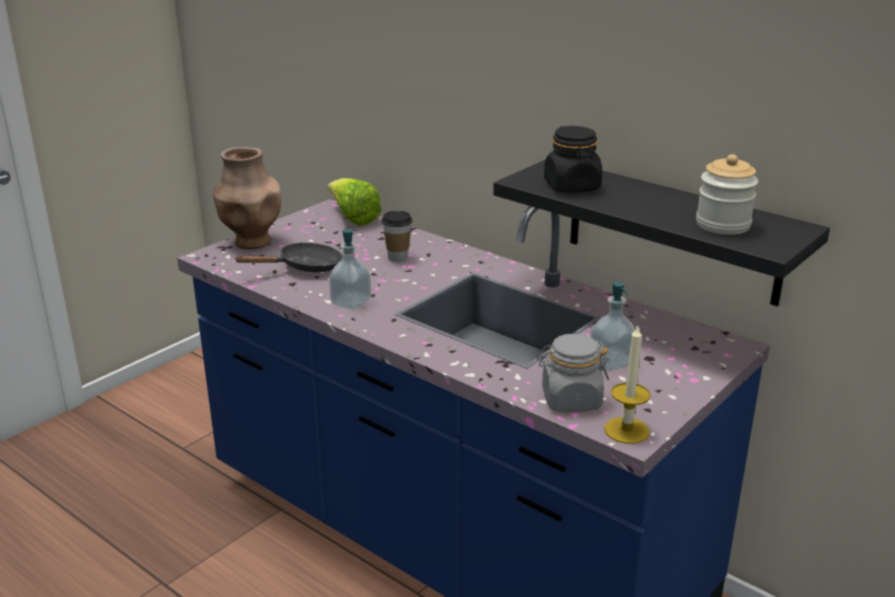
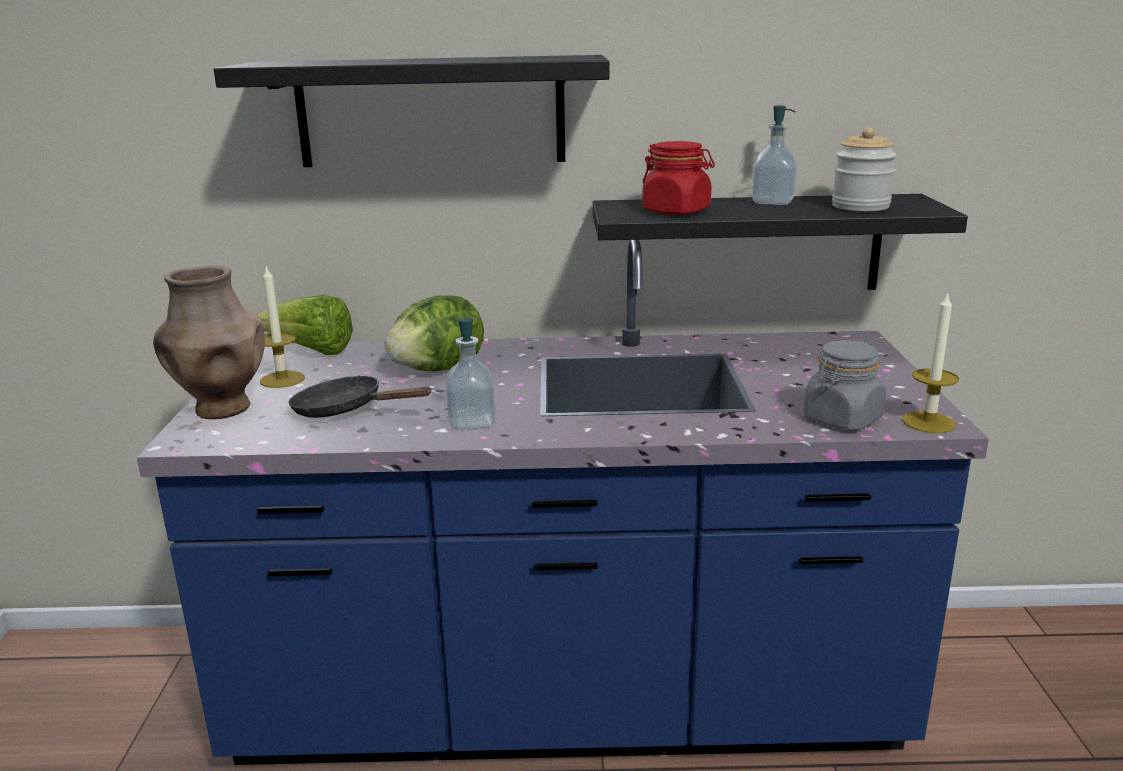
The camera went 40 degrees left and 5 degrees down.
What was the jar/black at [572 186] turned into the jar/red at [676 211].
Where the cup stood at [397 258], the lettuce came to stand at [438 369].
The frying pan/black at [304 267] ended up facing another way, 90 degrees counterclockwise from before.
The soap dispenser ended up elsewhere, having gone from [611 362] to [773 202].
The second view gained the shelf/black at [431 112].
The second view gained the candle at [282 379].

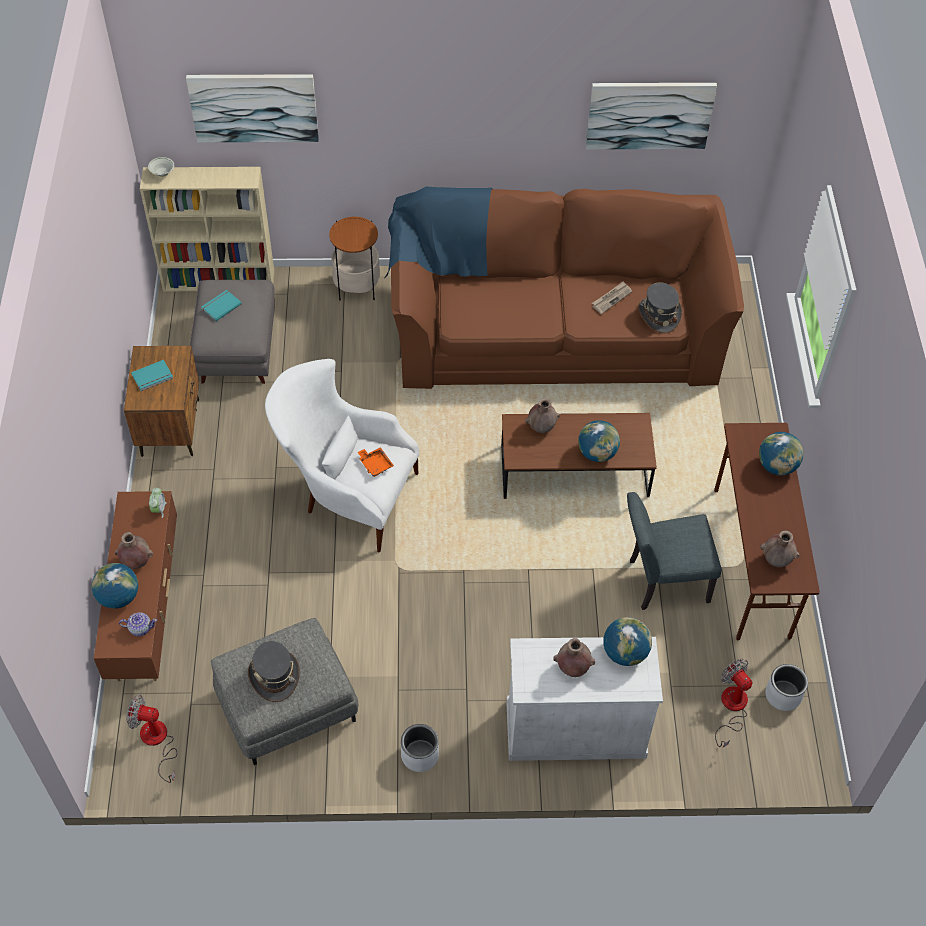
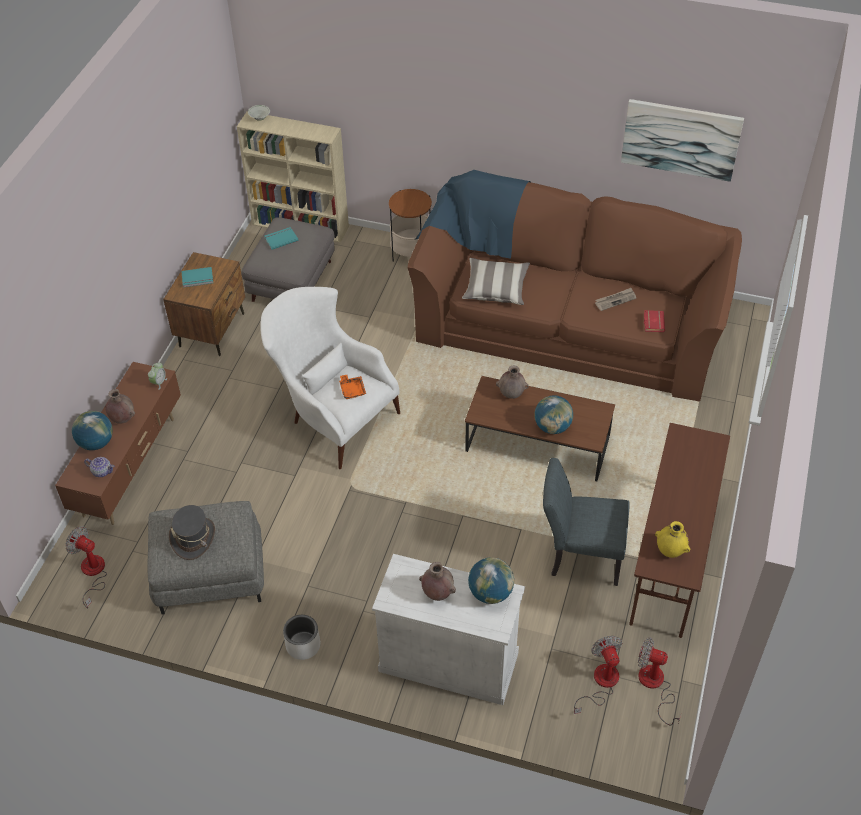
The camera went 20 degrees right and 5 degrees down.
The second view lost the picture at [254 107].
Where the hat/grey stood at [659 315], the book/red came to stand at [653 322].
The second view lost the globe at [777 466].
What was the vase/brown at [776 560] turned into the vase/yellow at [670 551].
Where the planter/white stood at [783 695], the fan came to stand at [654 685].
The second view gained the pillow at [495 289].

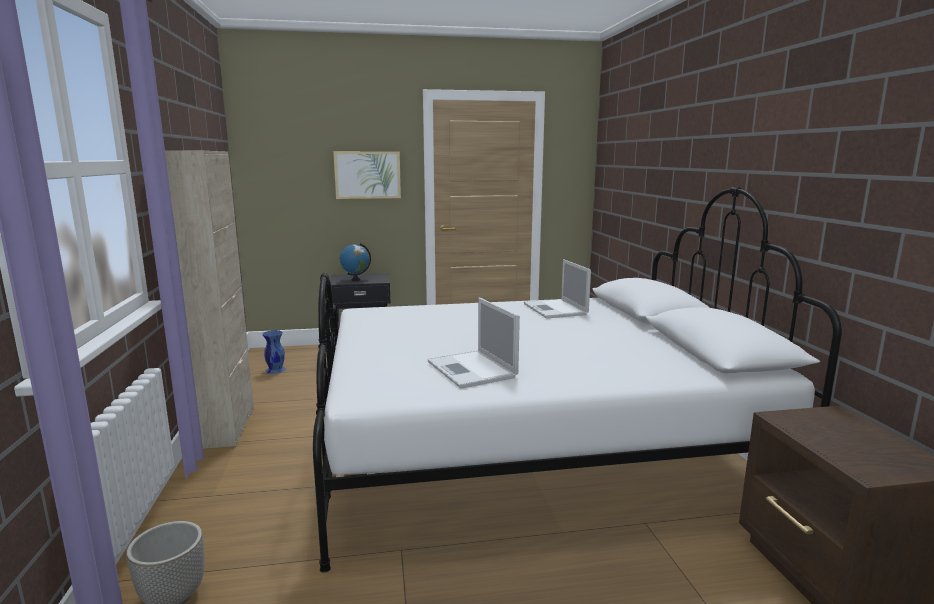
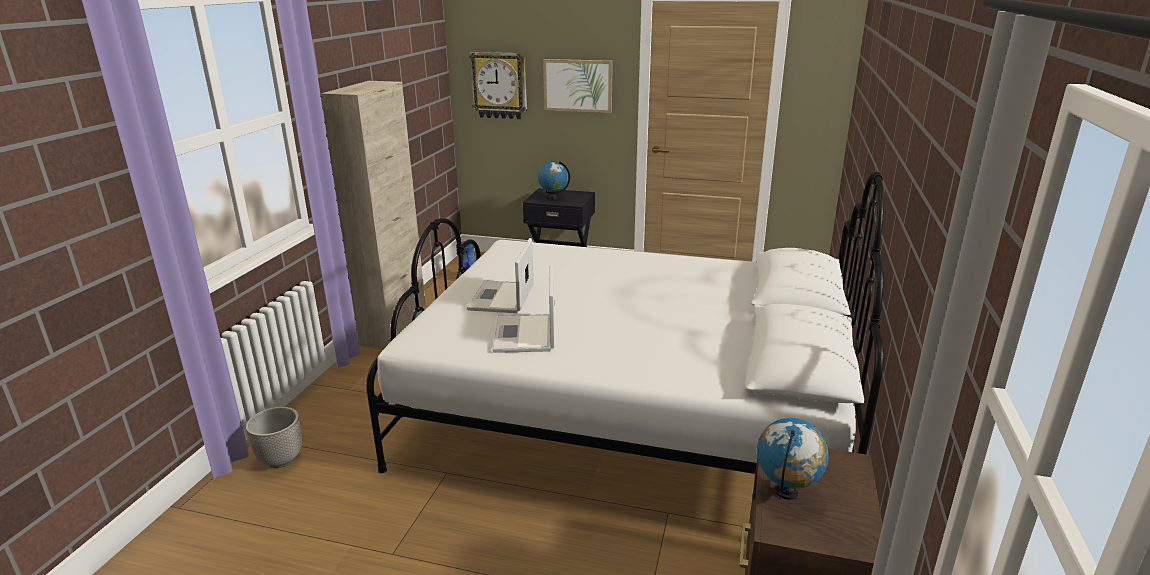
The camera went 25 degrees right and 10 degrees up.
The laptop ended up elsewhere, having gone from [556 309] to [501 298].
The second view gained the wall clock at [500 85].
The second view gained the globe at [786 493].

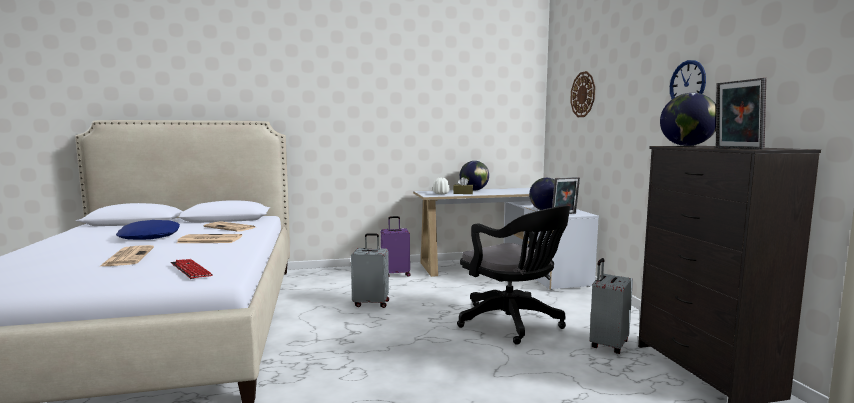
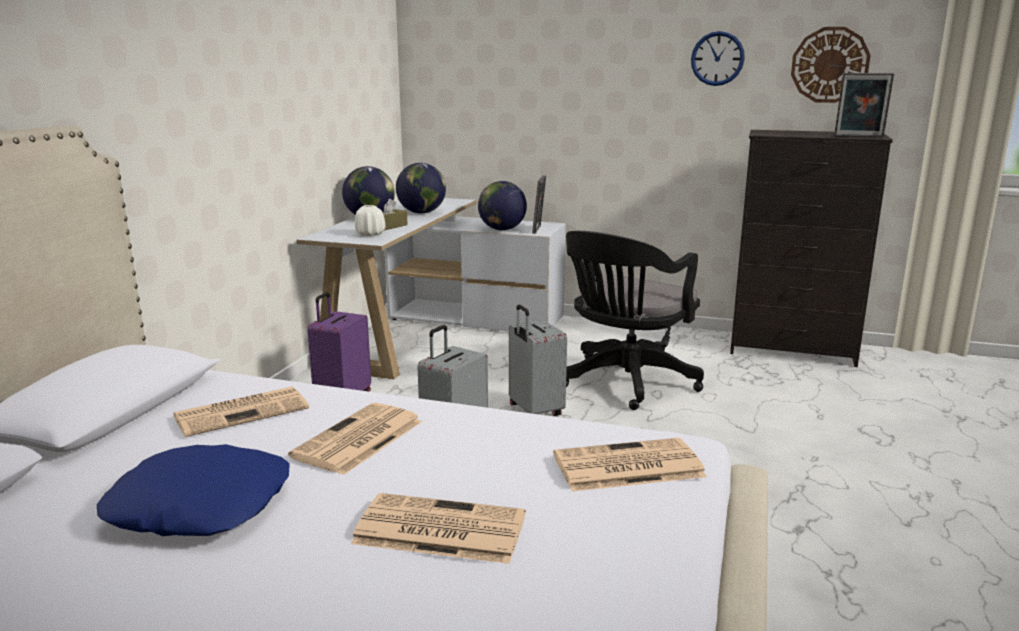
The camera went 60 degrees left and 10 degrees up.
The wall clock ended up elsewhere, having gone from [583 94] to [829 65].
The globe ended up elsewhere, having gone from [686 146] to [421 213].
The office chair/black at [513 323] ended up facing another way, 135 degrees clockwise from before.
The suitcase/grey ended up elsewhere, having gone from [608 345] to [534 411].
Where the keyboard stood at [191 270], the newspaper came to stand at [626 467].

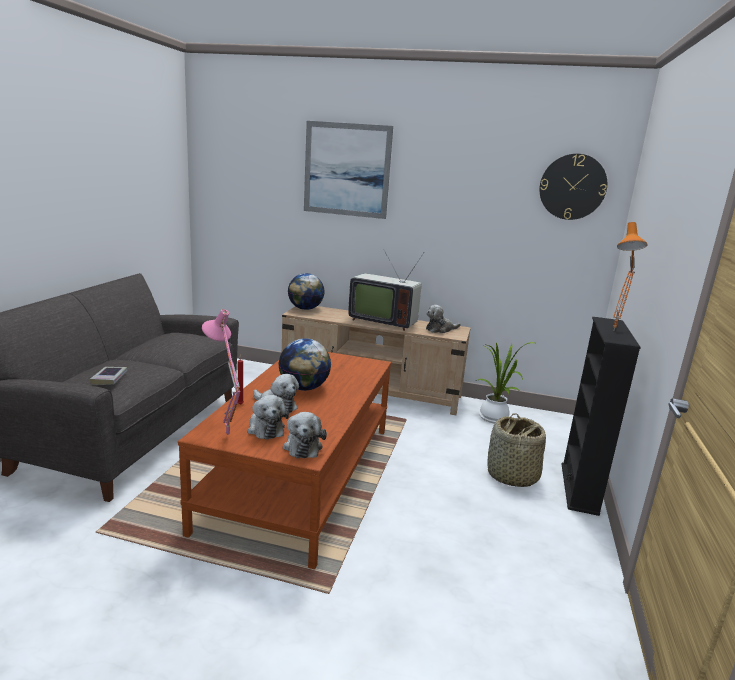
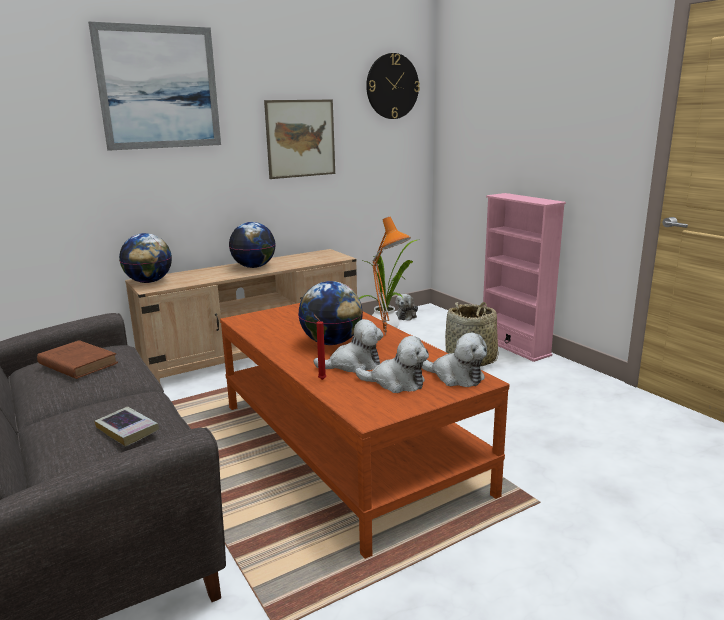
The camera went 45 degrees left and 0 degrees up.
The table lamp/orange ended up elsewhere, having gone from [616 331] to [387 334].
Where the television stood at [383 321], the globe came to stand at [254 267].
The plush toy ended up elsewhere, having gone from [440 329] to [406 316].
The second view lost the table lamp/pink at [225 437].
What was the bookcase/black at [579 488] turned into the bookcase/pink at [514 346].
The second view gained the picture at [300 138].
The second view gained the book/brown at [77 363].

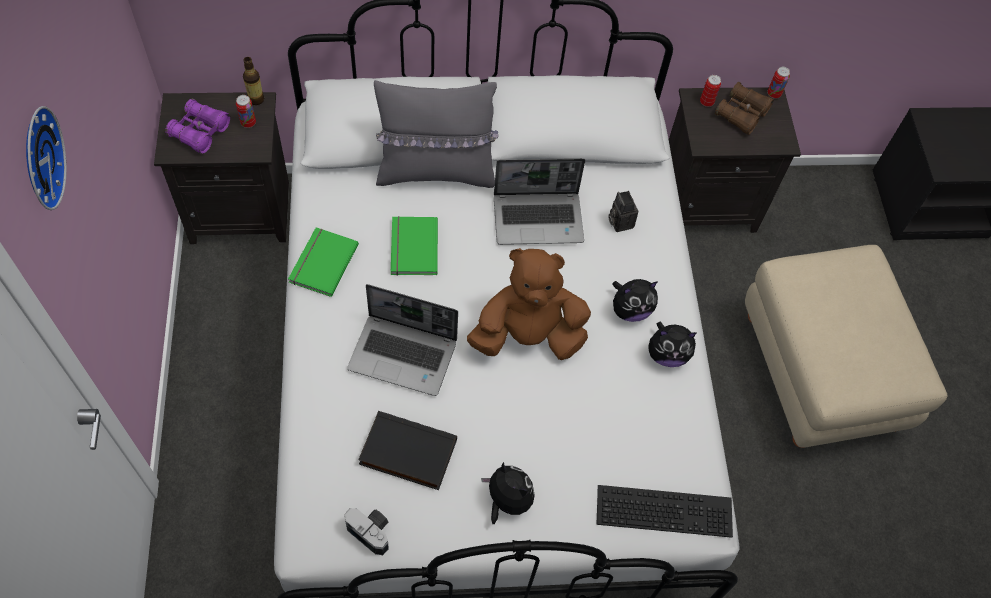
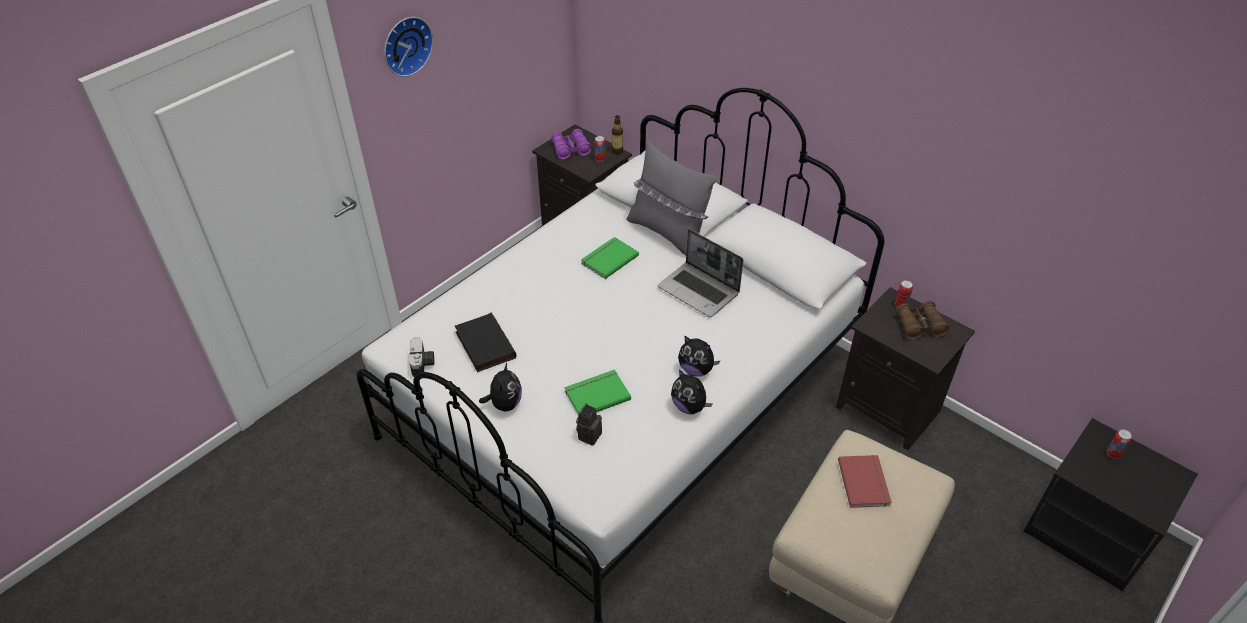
The camera went 50 degrees right and 15 degrees down.
The can ended up elsewhere, having gone from [774 94] to [1113 454].
The photo camera ended up elsewhere, having gone from [619 221] to [589 435].
The book/green ended up elsewhere, having gone from [321 263] to [596 394].
The second view lost the plush toy/brown at [528 336].
The second view lost the laptop at [404 355].
The second view lost the keyboard at [665 508].
The second view gained the book/red at [865 482].

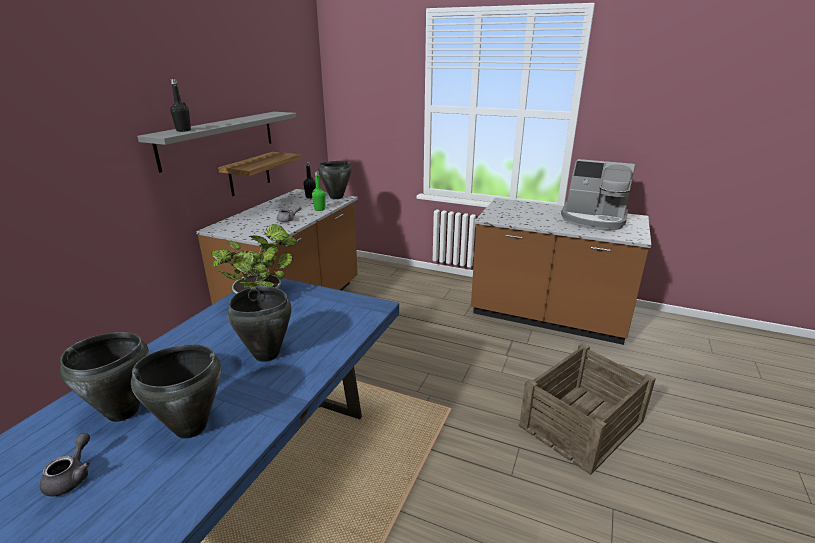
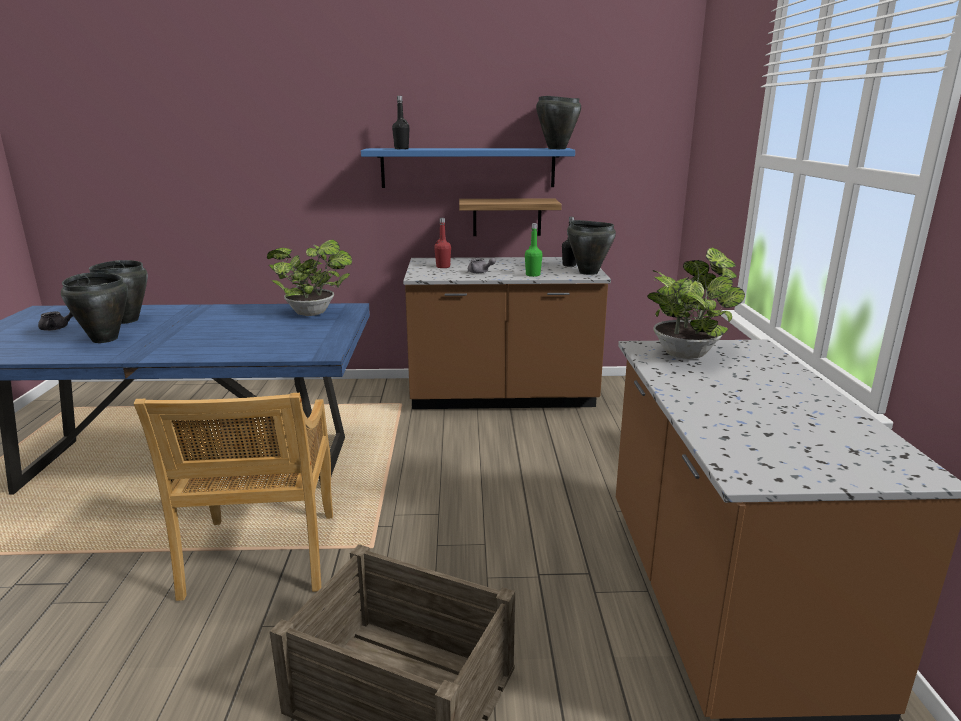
The camera went 65 degrees right and 5 degrees down.
What was the shelf/grey at [219 139] turned into the shelf/blue at [468 168].
The second view lost the coffee machine at [593 219].
The cooking pot/black ended up elsewhere, having gone from [266 355] to [556 148].
The second view gained the bottle/red at [443 267].
The second view gained the potted plant at [687 353].
The second view gained the chair/beige at [262 557].

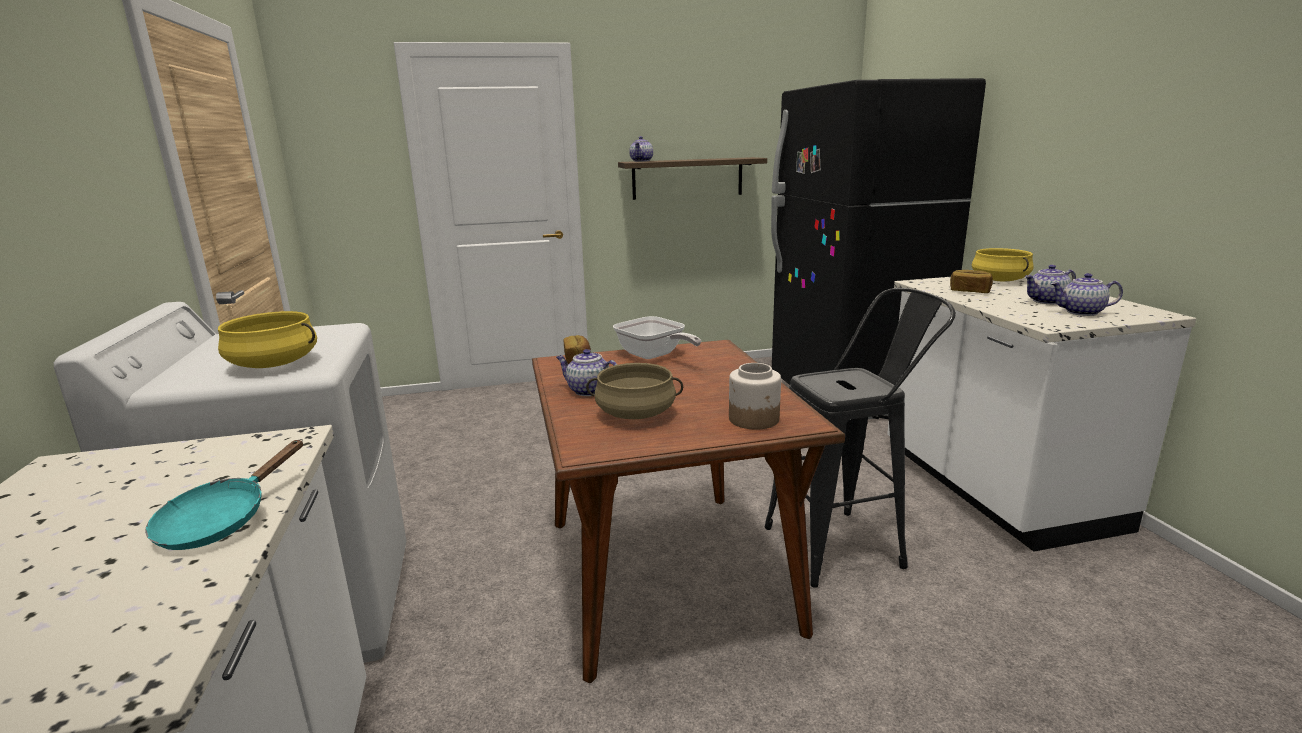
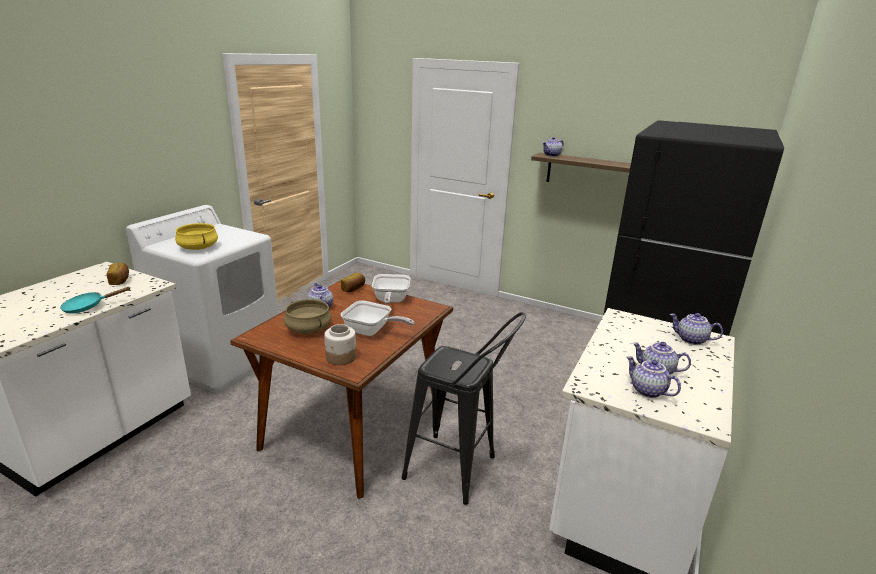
The camera went 40 degrees right and 5 degrees up.
Where the cooking pot/yellow stood at [1000 280], the teapot came to stand at [691 340].
The bread ended up elsewhere, having gone from [969 291] to [120 280].
The second view gained the frying pan at [371 331].

